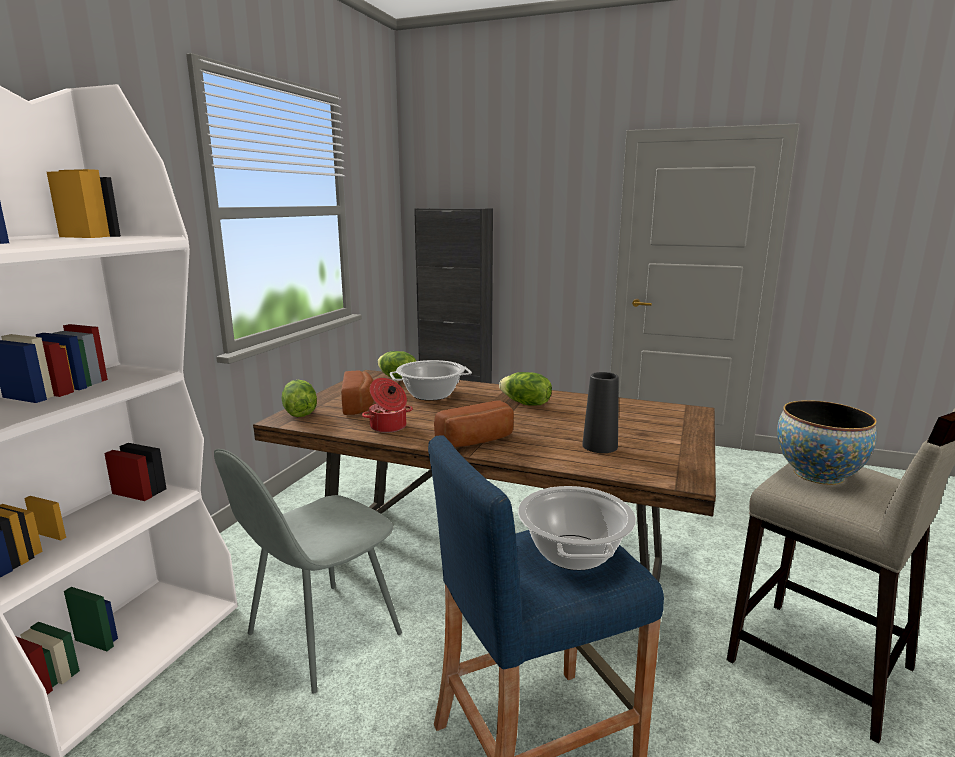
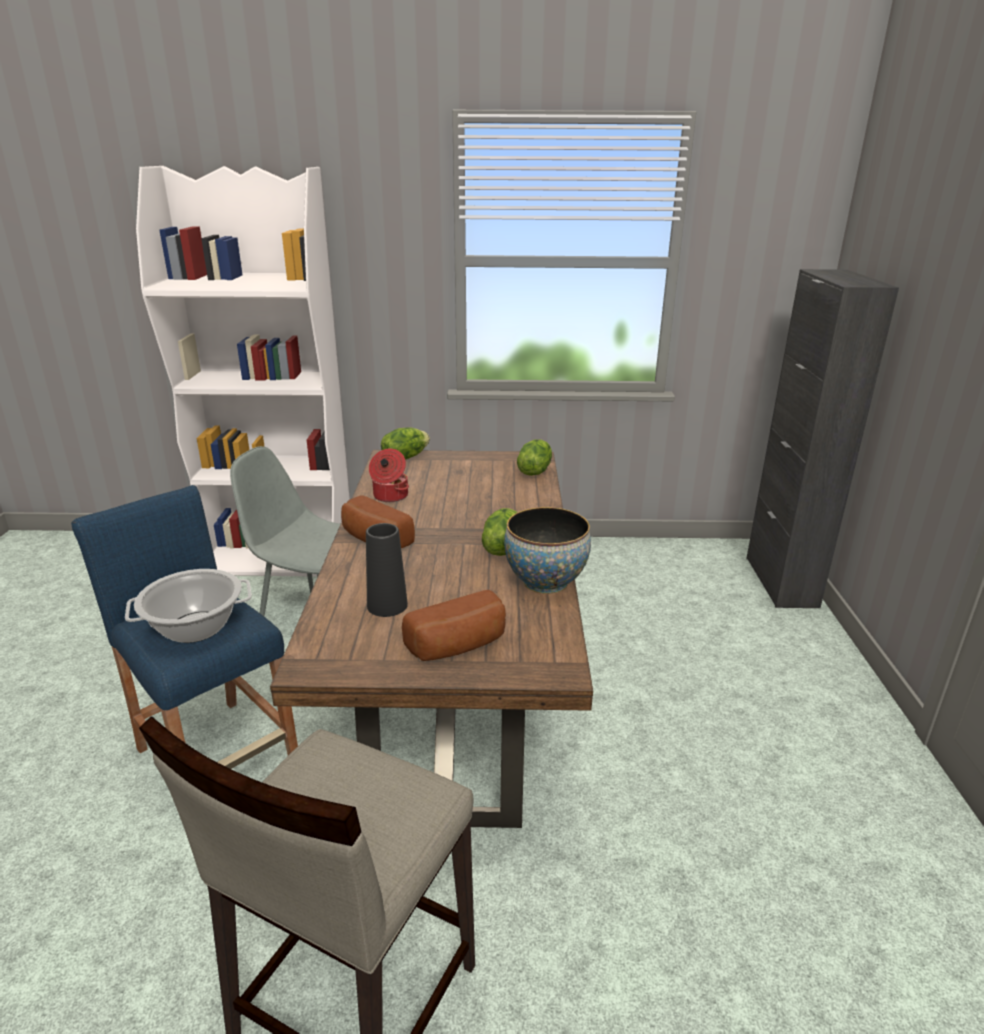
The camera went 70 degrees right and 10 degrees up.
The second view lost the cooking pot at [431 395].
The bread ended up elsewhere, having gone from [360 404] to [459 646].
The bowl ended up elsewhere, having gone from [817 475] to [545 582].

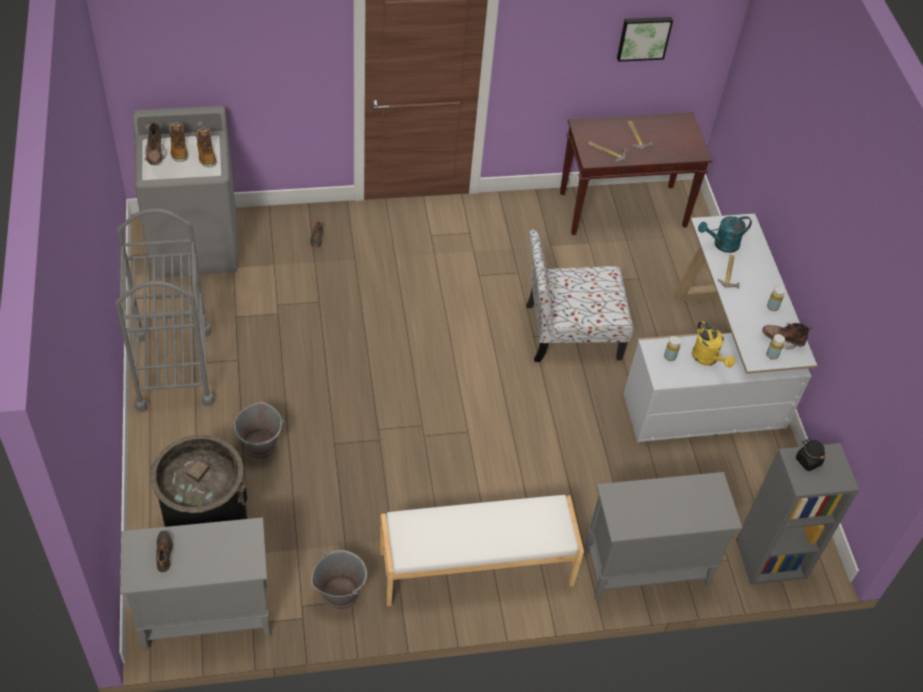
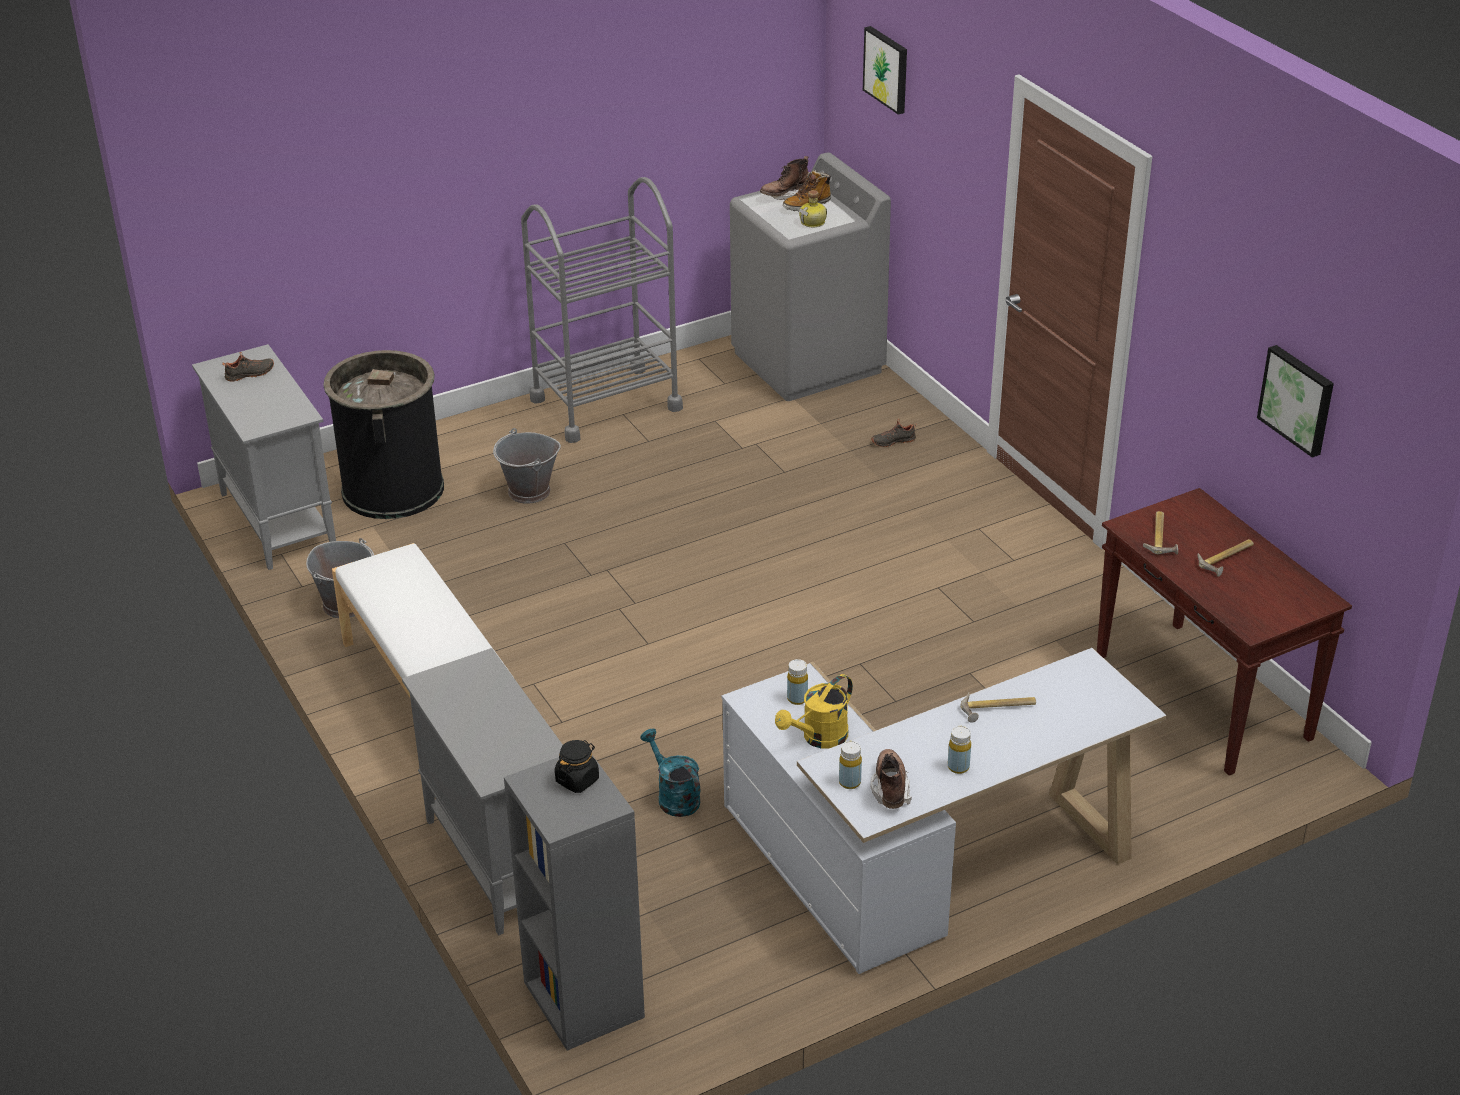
The camera went 75 degrees right and 15 degrees down.
Where the boot stood at [206 155], the bottle came to stand at [813 222].
The watering can/turquoise ended up elsewhere, having gone from [722 244] to [674 797].
The second view lost the chair at [570 332].
The second view gained the picture at [887 69].

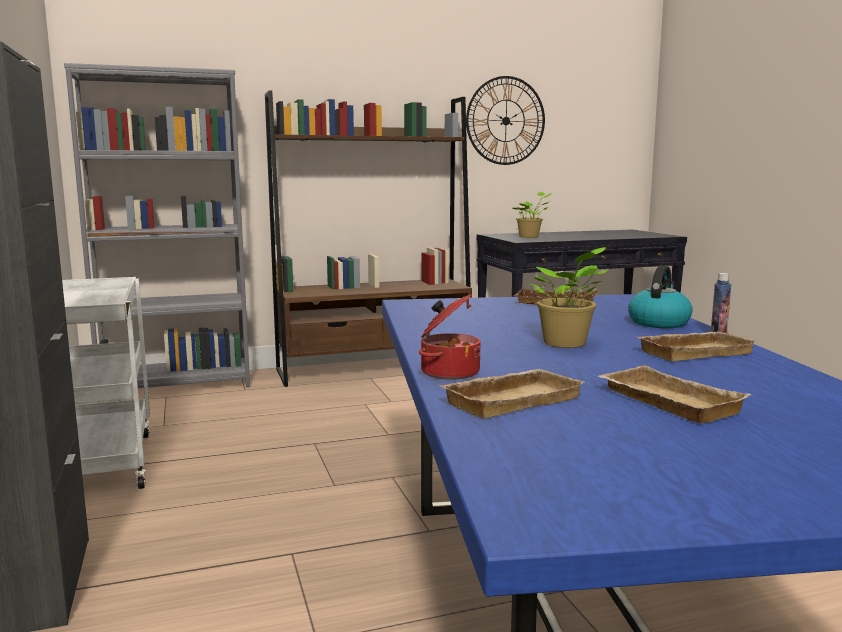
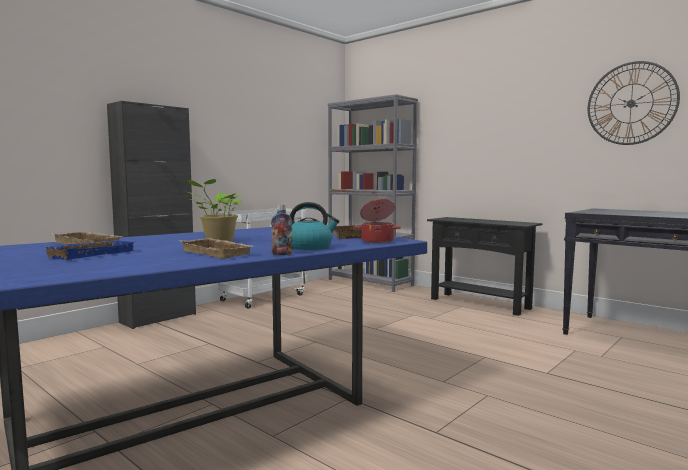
The camera went 60 degrees right and 5 degrees down.
Where the bookcase/brown stood at [375 369], the console table/black came to stand at [479 303].
The second view lost the potted plant at [530 237].
The cooking pot ended up elsewhere, having gone from [448 372] to [377 241].
What was the tray/beige at [665 402] turned into the tray/blue at [90 254].

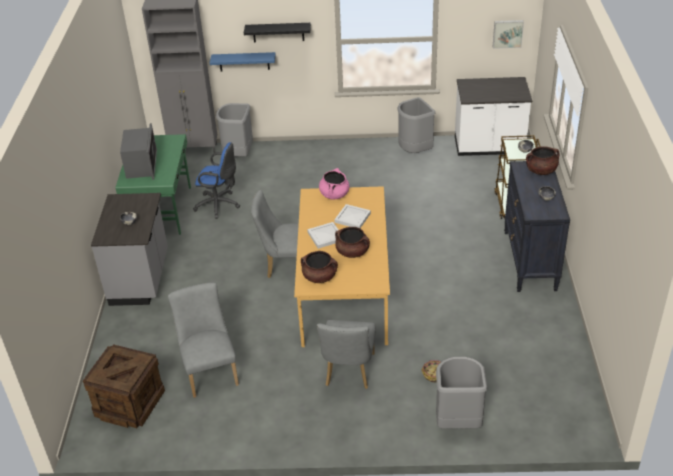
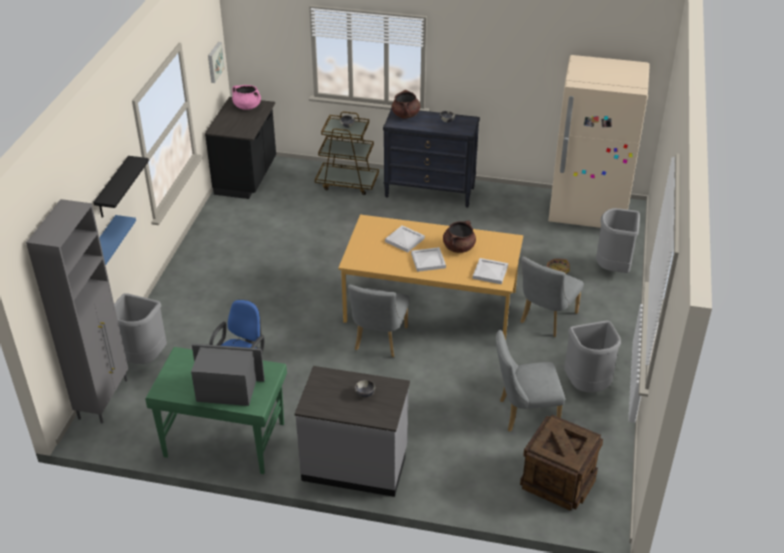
The camera went 80 degrees left and 0 degrees up.
What was the counter/white at [489 147] turned into the counter/black at [247 178].
The trash can/grey ended up elsewhere, having gone from [414 151] to [587 386].
The cooking pot/pink ended up elsewhere, having gone from [334 194] to [247 106].
Where the cooking pot/brown stood at [320 277], the tray/white came to stand at [490 272].
The chair/grey at [348 373] ended up facing another way, 105 degrees clockwise from before.
The second view gained the fridge/beige at [588 212].

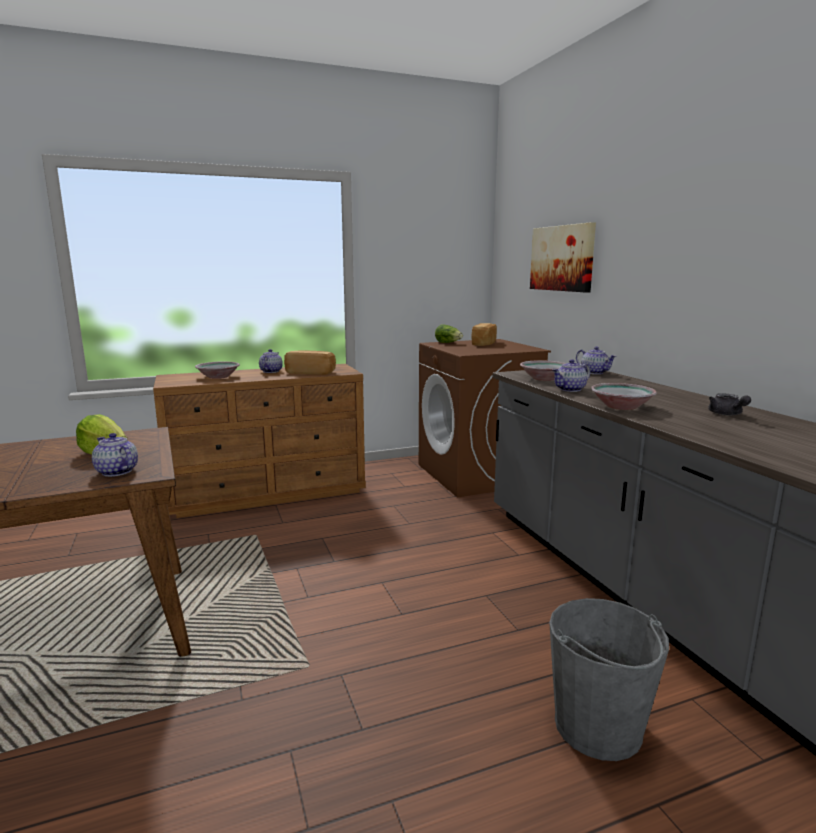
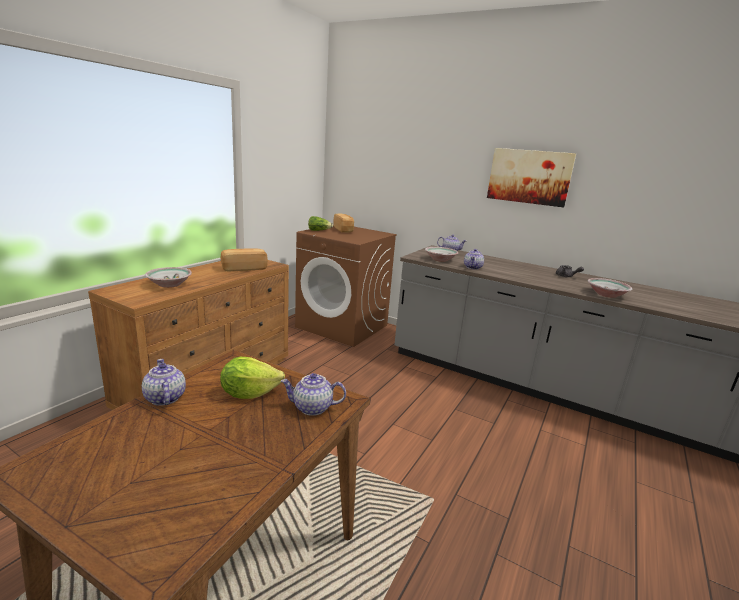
The camera went 40 degrees left and 5 degrees up.
The picture ended up elsewhere, having gone from [562 258] to [529 176].
The teapot ended up elsewhere, having gone from [271 371] to [164 398].
The bowl ended up elsewhere, having gone from [620 406] to [606 294].
The second view lost the bucket/grey at [598 727].

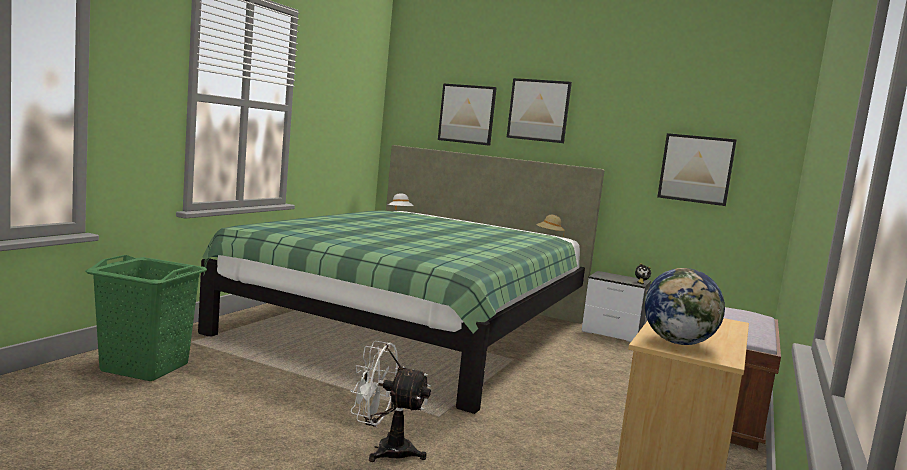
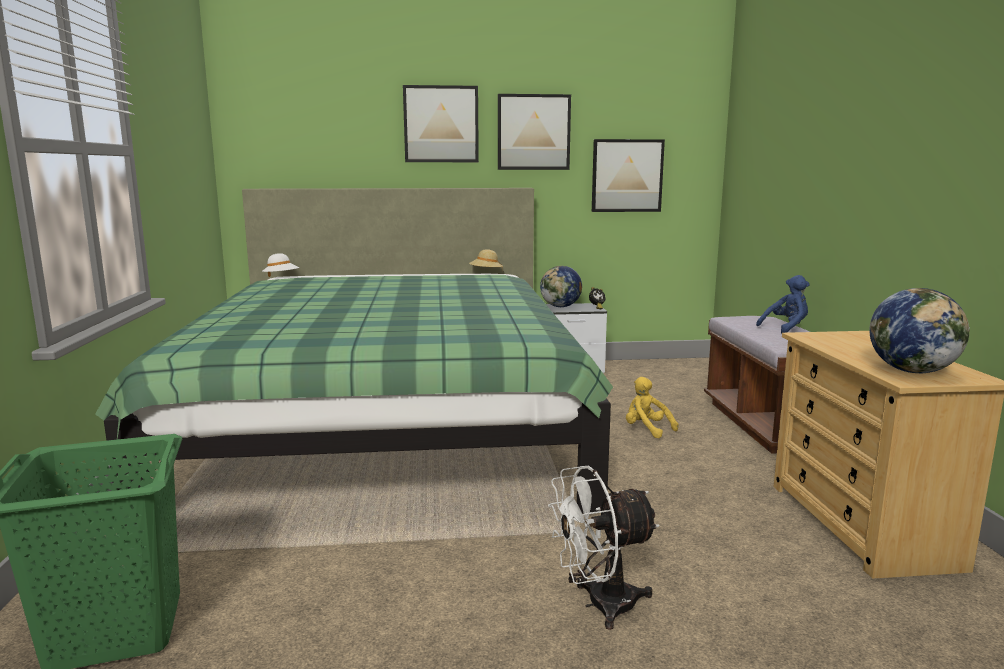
The camera went 30 degrees left and 5 degrees up.
The picture ended up elsewhere, having gone from [467 114] to [533 132].
The second view gained the globe at [560 307].
The second view gained the plush toy/blue at [786 328].
The second view gained the plush toy/yellow at [646 429].

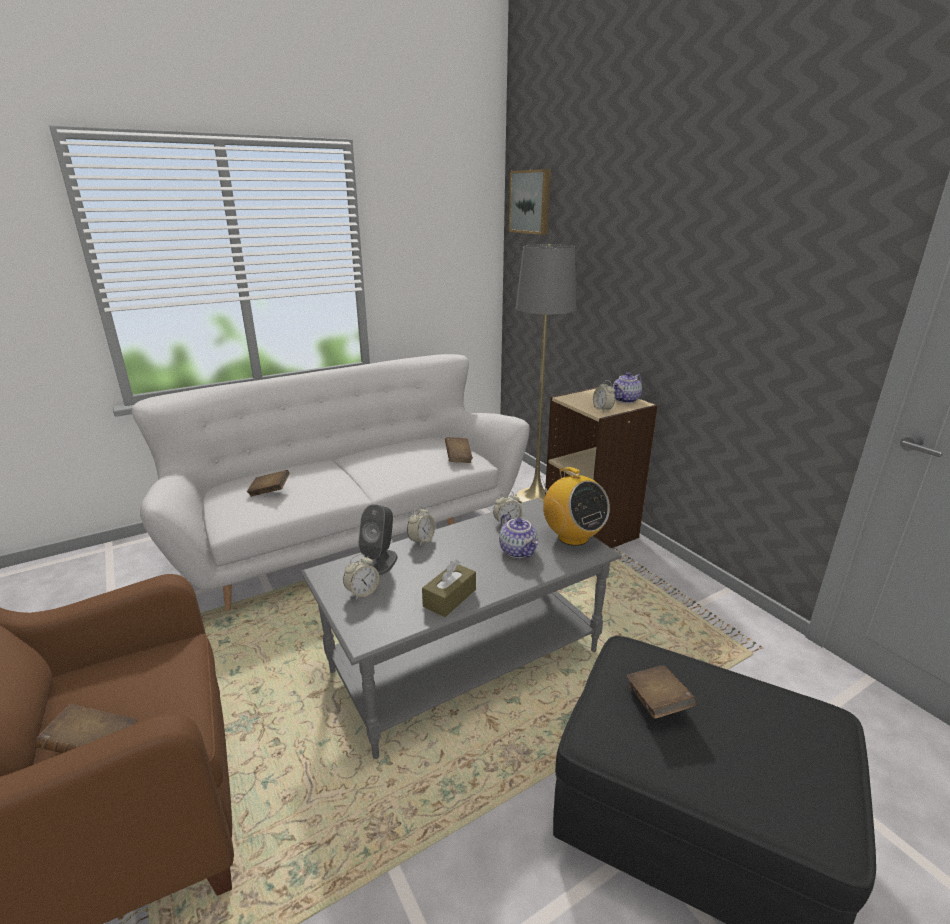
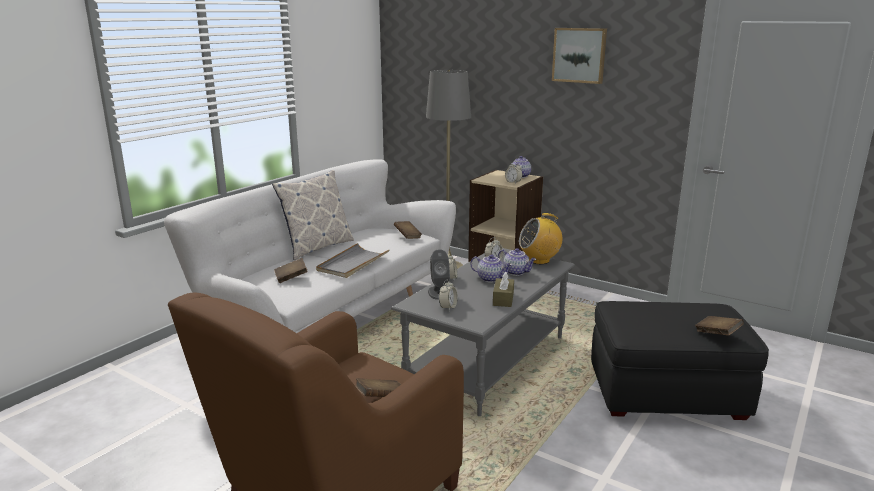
The camera went 25 degrees left and 5 degrees down.
The picture ended up elsewhere, having gone from [531 202] to [579 55].
The radio at [572 537] ended up facing another way, 135 degrees clockwise from before.
The book/brown ended up elsewhere, having gone from [657 703] to [717 334].
The second view gained the pillow at [317 247].
The second view gained the tray/grey at [352 263].
The second view gained the teapot at [491 279].

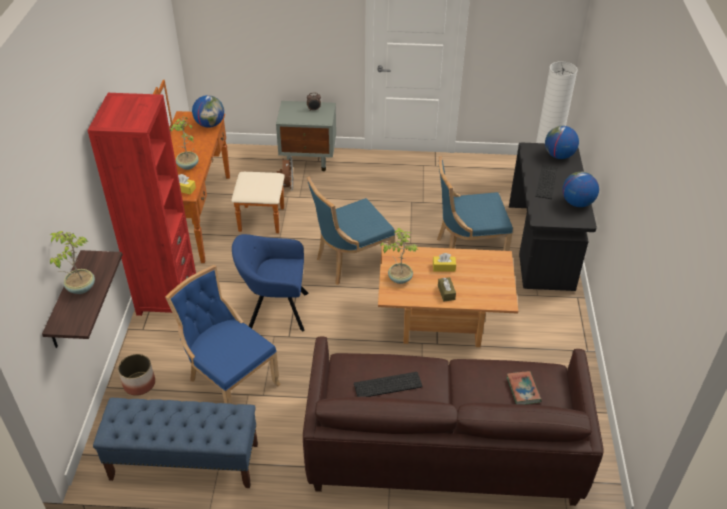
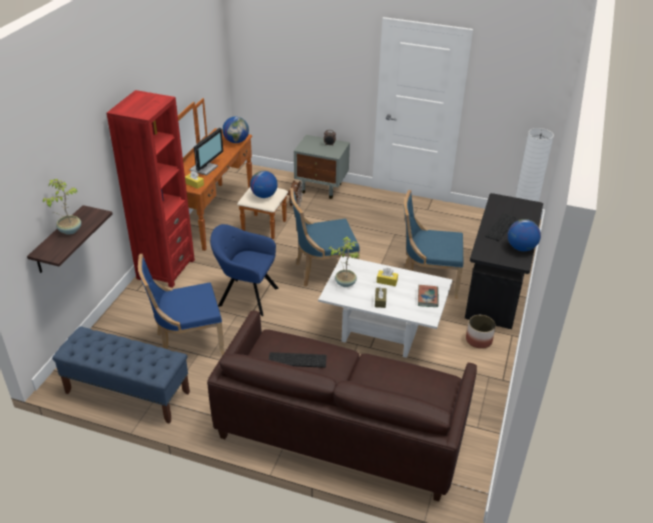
The camera went 15 degrees right and 5 degrees down.
Where the potted plant stood at [187 166], the monitor came to stand at [205 168].
The globe ended up elsewhere, having gone from [558 156] to [264 196].
What was the coffee table/brown at [442 319] turned into the coffee table/white at [383 329].
The chair/blue at [230 382] ended up facing another way, 75 degrees counterclockwise from before.
The planter ended up elsewhere, having gone from [139 384] to [479 340].
The book ended up elsewhere, having gone from [523 390] to [427 297].

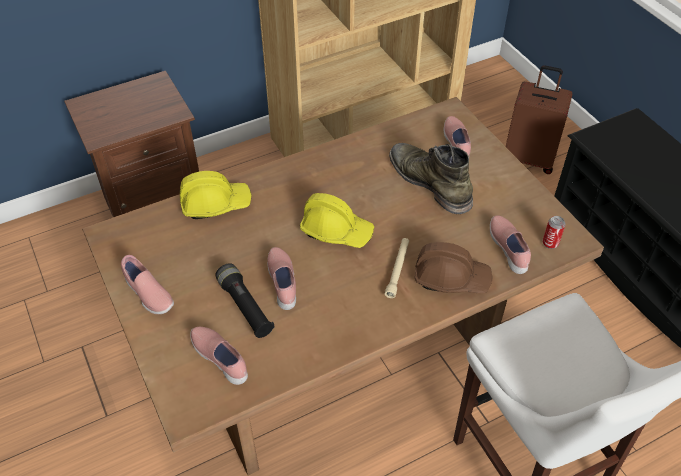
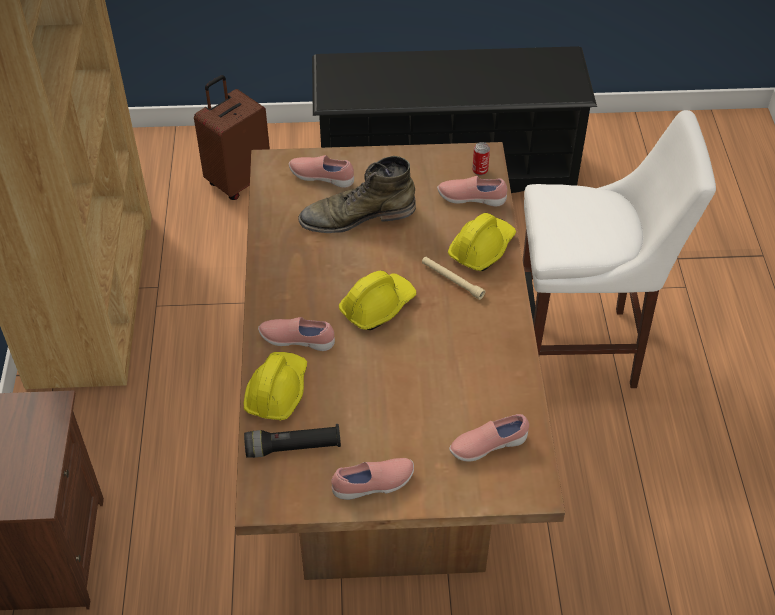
The camera went 65 degrees left and 0 degrees up.
What was the hard hat/brown at [451 278] turned into the hard hat/yellow at [481 248].
The shoe/pink ended up elsewhere, having gone from [283 283] to [297 340].
The flashlight/black ended up elsewhere, having gone from [245 307] to [293 448].

